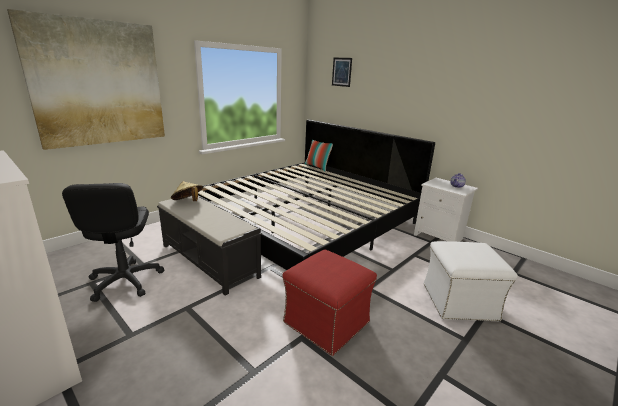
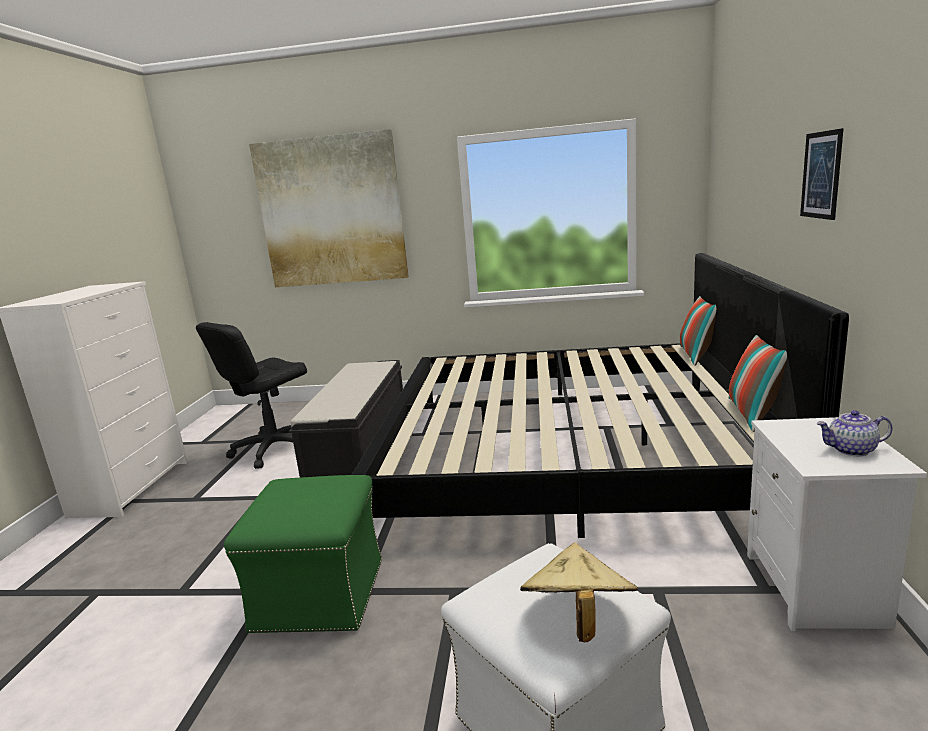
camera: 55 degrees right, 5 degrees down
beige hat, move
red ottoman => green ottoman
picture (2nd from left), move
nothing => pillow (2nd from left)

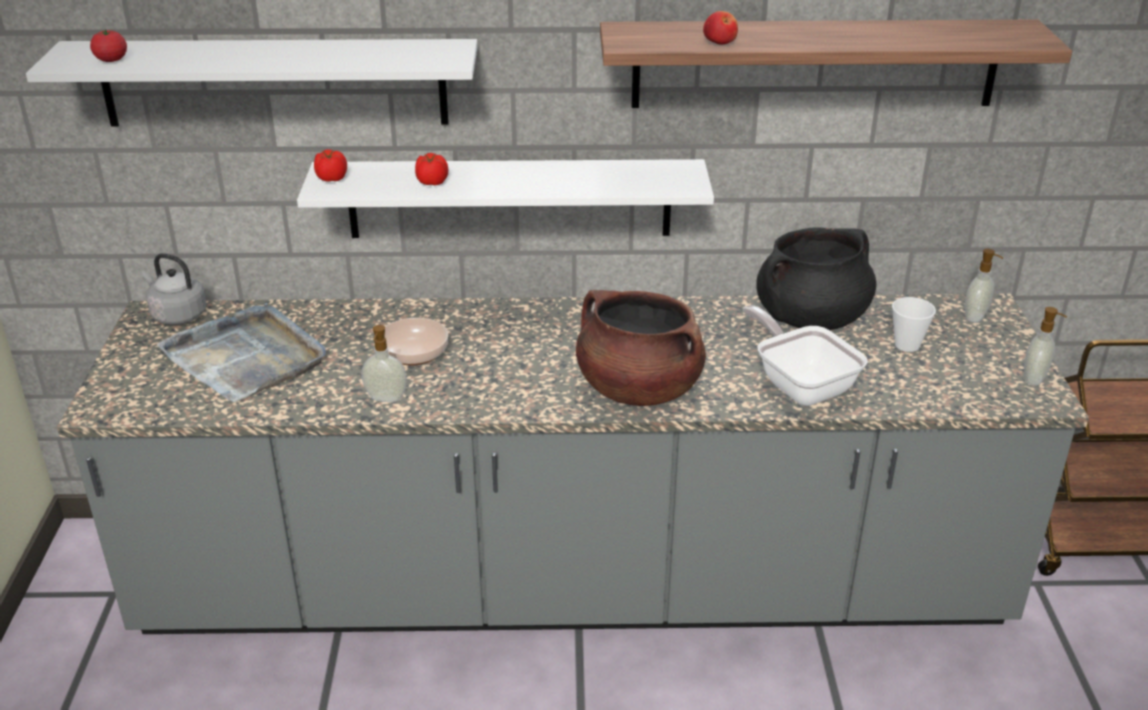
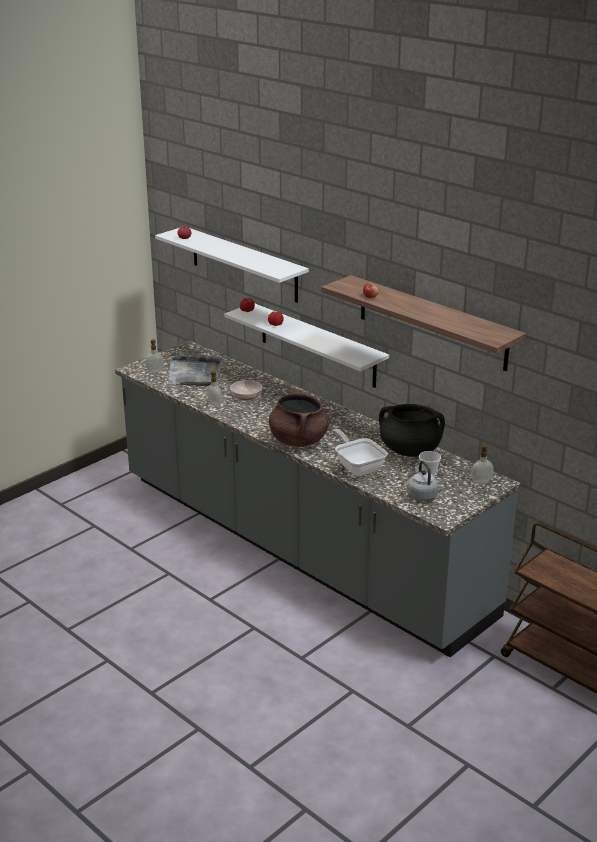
camera: 45 degrees right, 5 degrees down
grey kettle, move
frying pan, 45 degrees counterclockwise
soap dispenser (3rd from left in the first image) => soap dispenser (1st from left), move

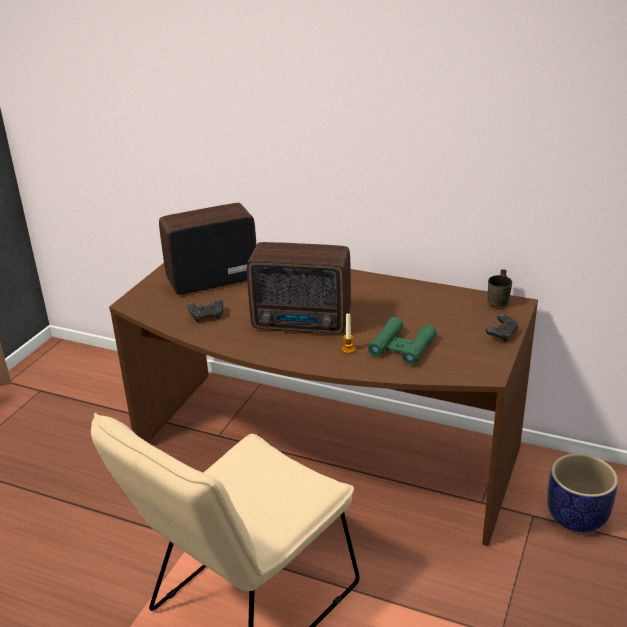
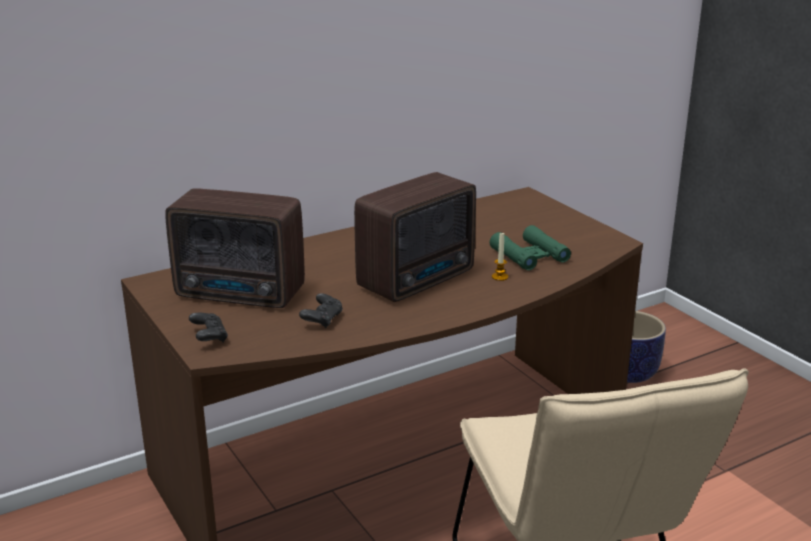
camera: 55 degrees left, 5 degrees down
radio (1st from left), 90 degrees counterclockwise
black game controller (2nd from left in the first image) => black game controller (1st from left), move
grey mug => nothing

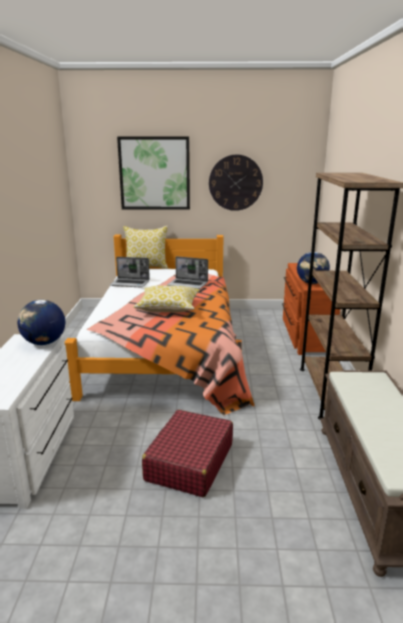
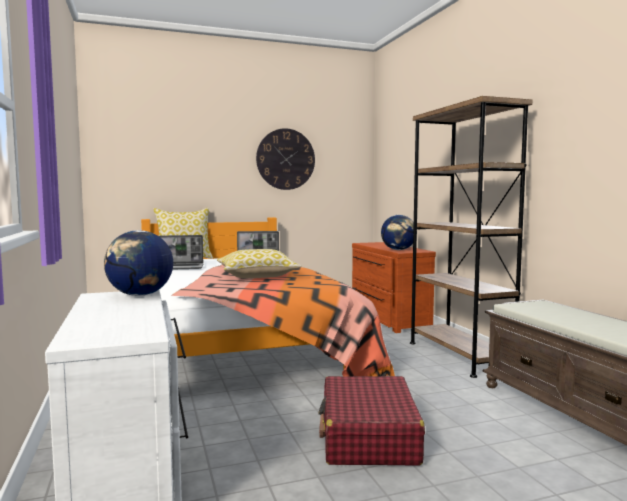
camera: 20 degrees left, 15 degrees down
picture => nothing

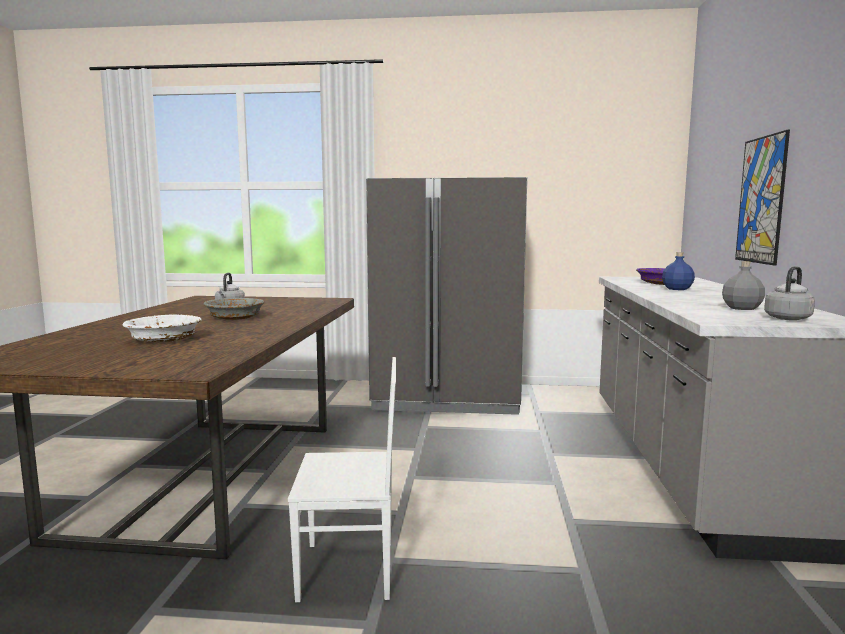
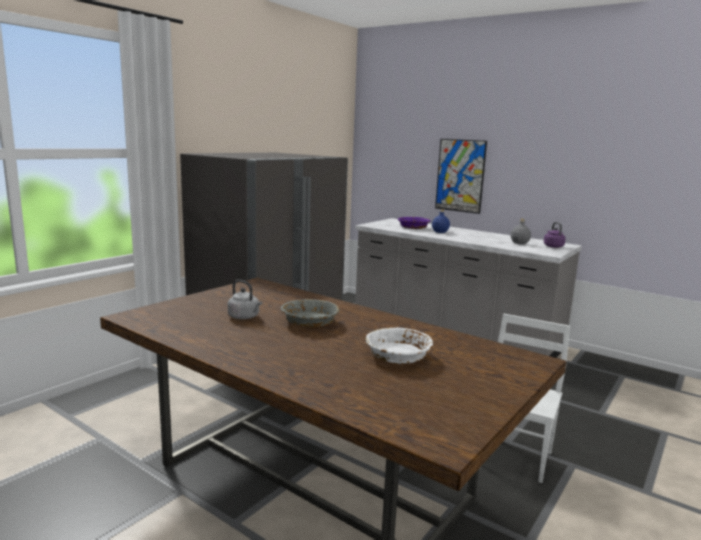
camera: 60 degrees left, 5 degrees up
grey kettle (2nd from left) => purple kettle

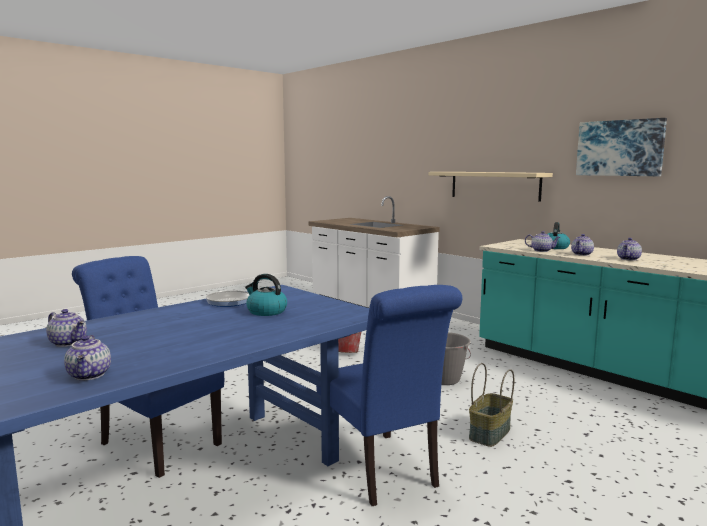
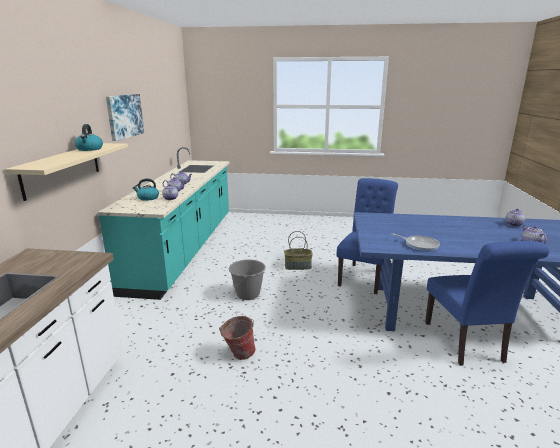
camera: 130 degrees left, 10 degrees up
kettle (1st from left), move

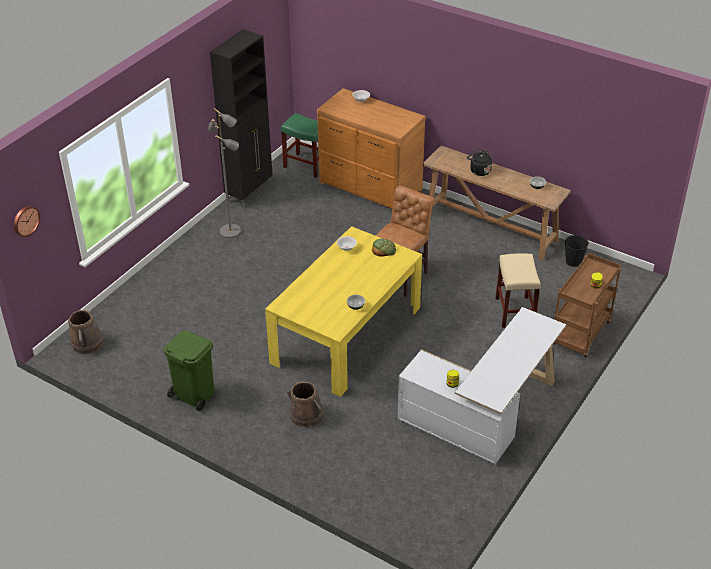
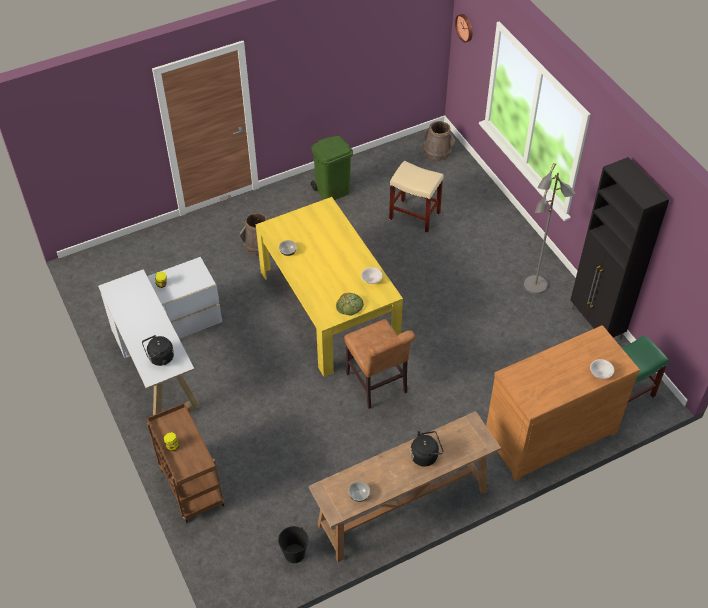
camera: 120 degrees right, 10 degrees up
beige stool, move
nothing => black kettle (1st from left)

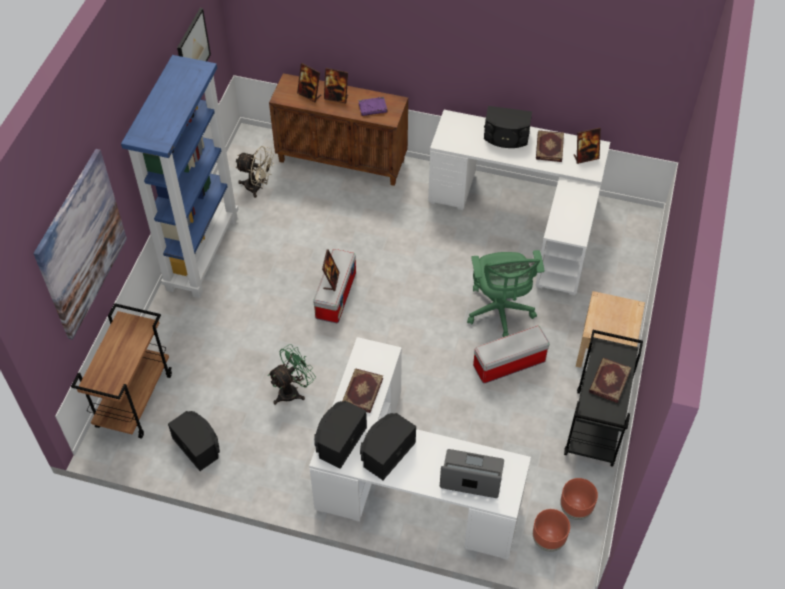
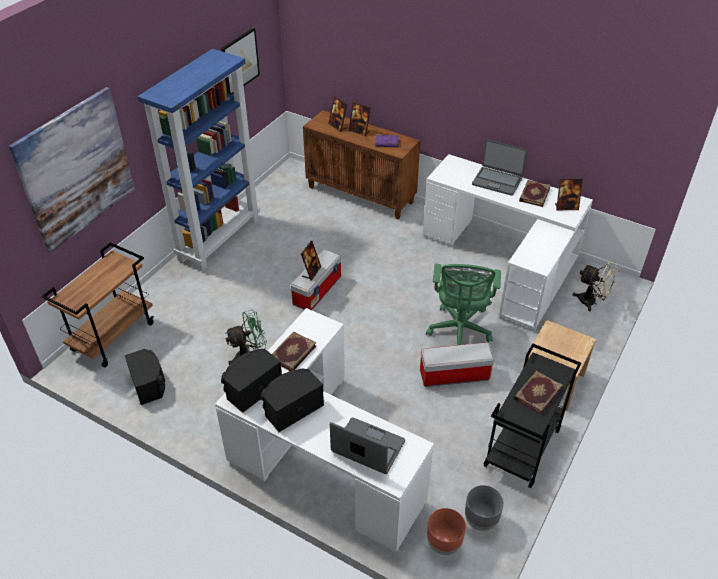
camera: 15 degrees right, 10 degrees down
beige fan, move
black speaker (4th from left) => laptop (2nd from left)
brown planter (2nd from left) => grey planter

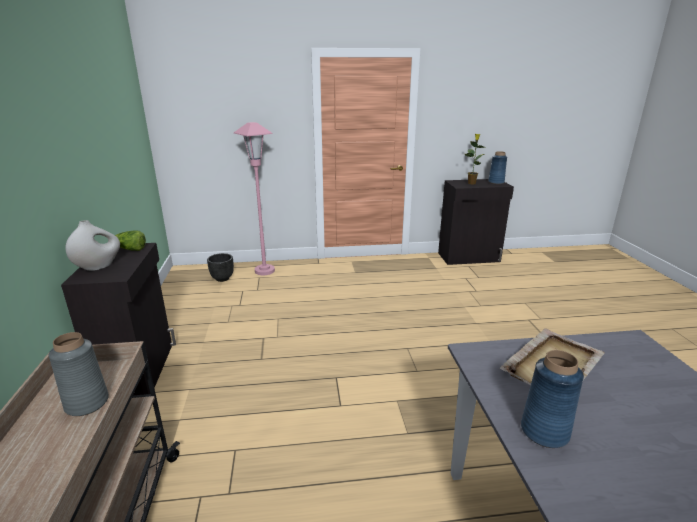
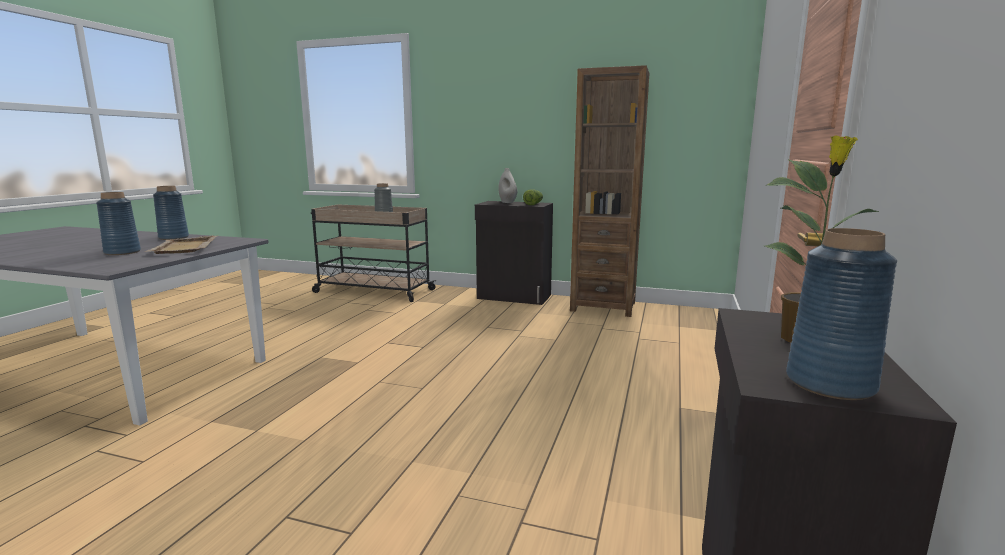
camera: 115 degrees right, 10 degrees down
black planter => nothing
pink floor lamp => nothing
nothing => blue vase (1st from left)
nothing => brown bookcase

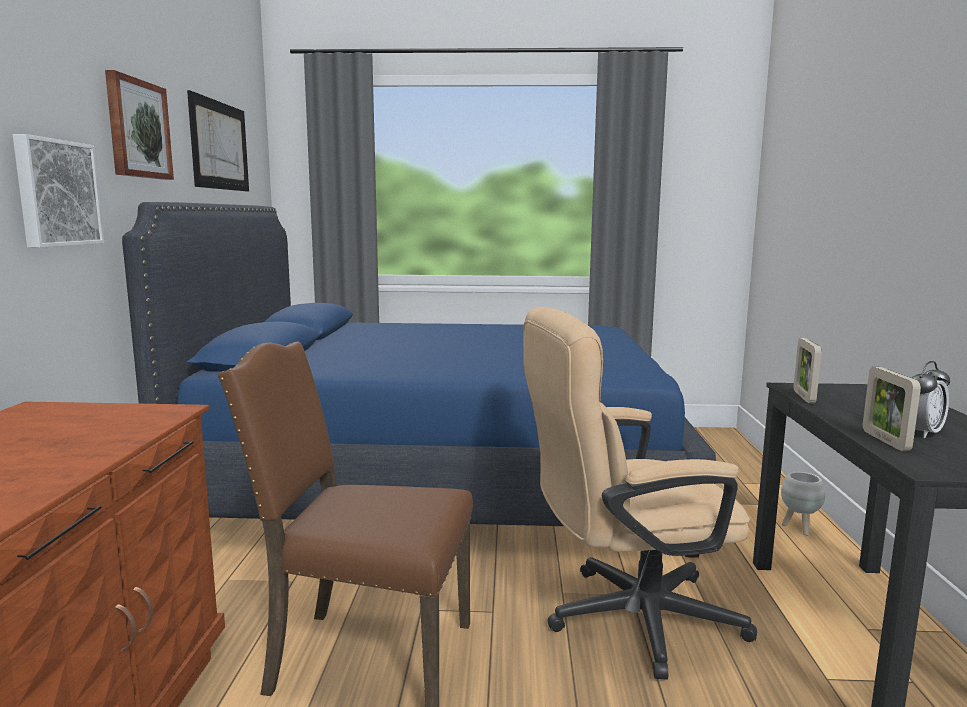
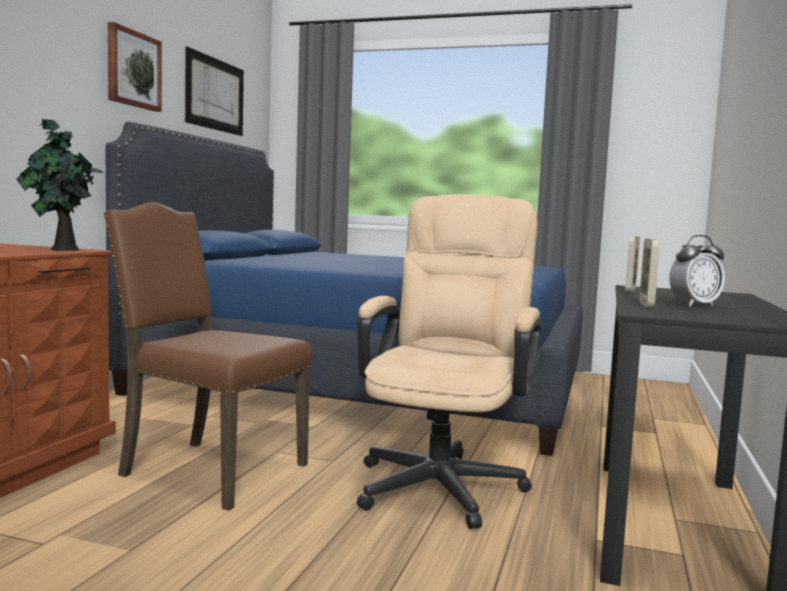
camera: 15 degrees right, 5 degrees down
picture (1st from left) => nothing
beige office chair, 105 degrees clockwise
white planter => nothing
nothing => potted plant

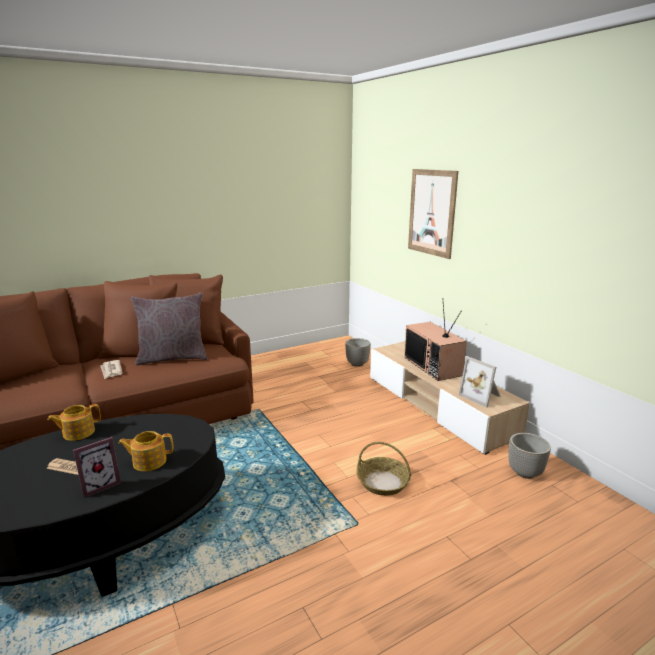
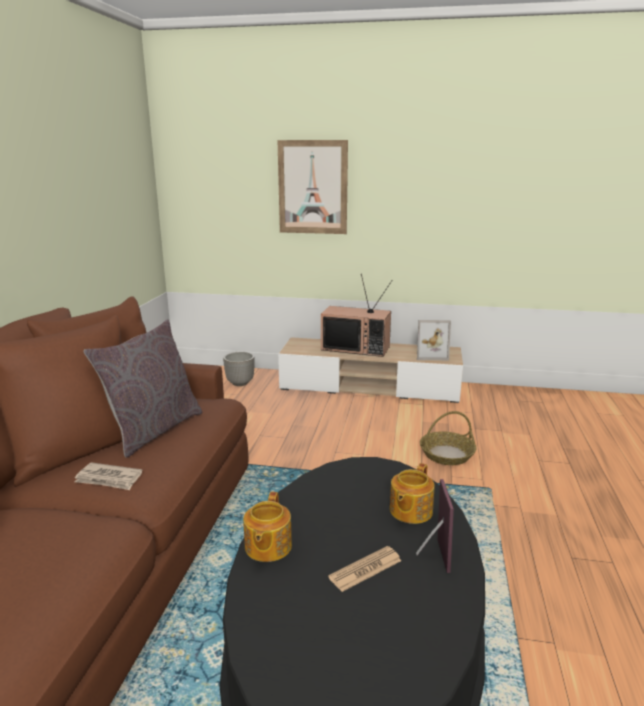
camera: 50 degrees left, 0 degrees up
planter (2nd from left) => nothing

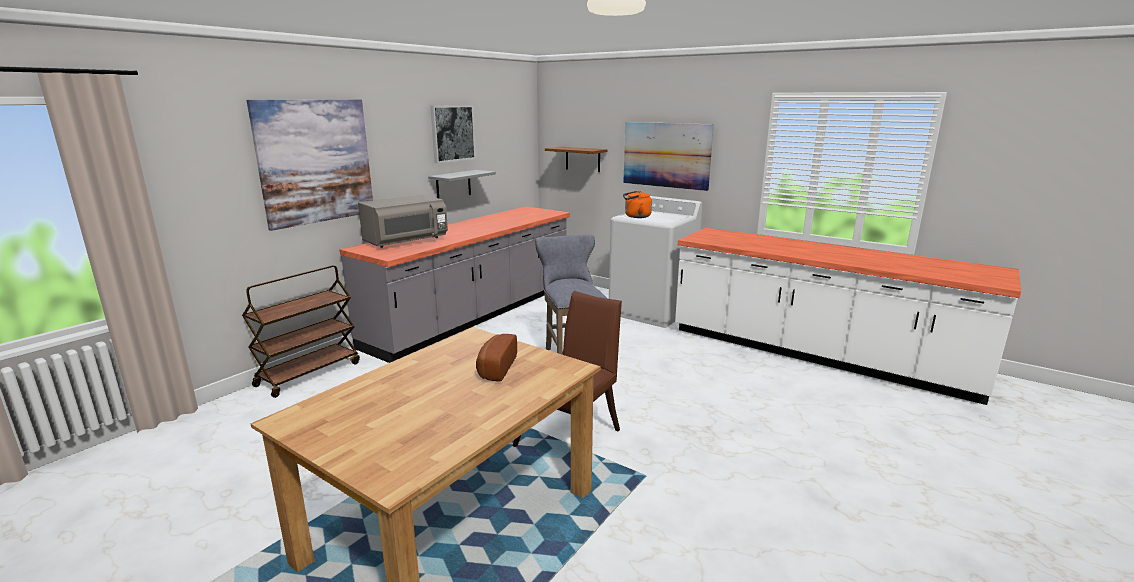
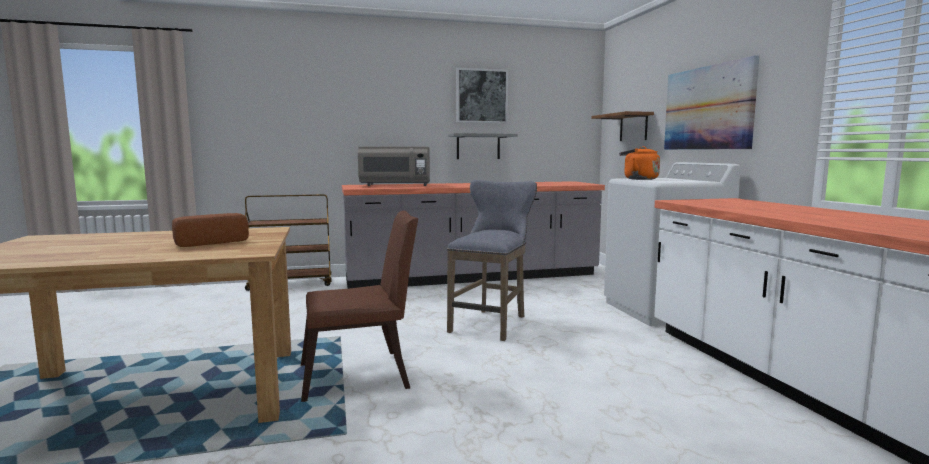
camera: 40 degrees right, 10 degrees down
picture (1st from left) => nothing

